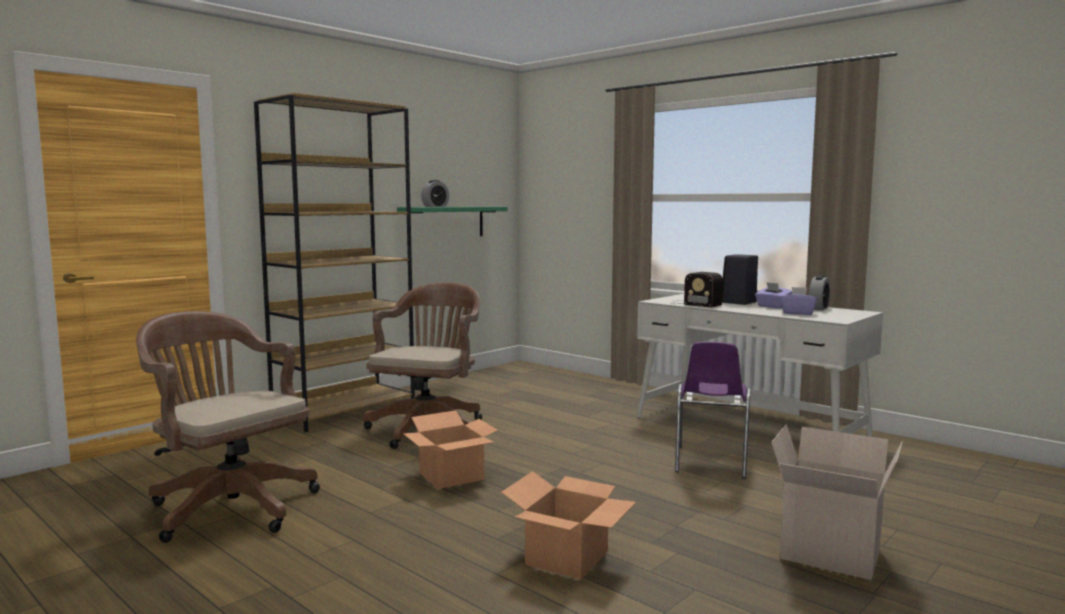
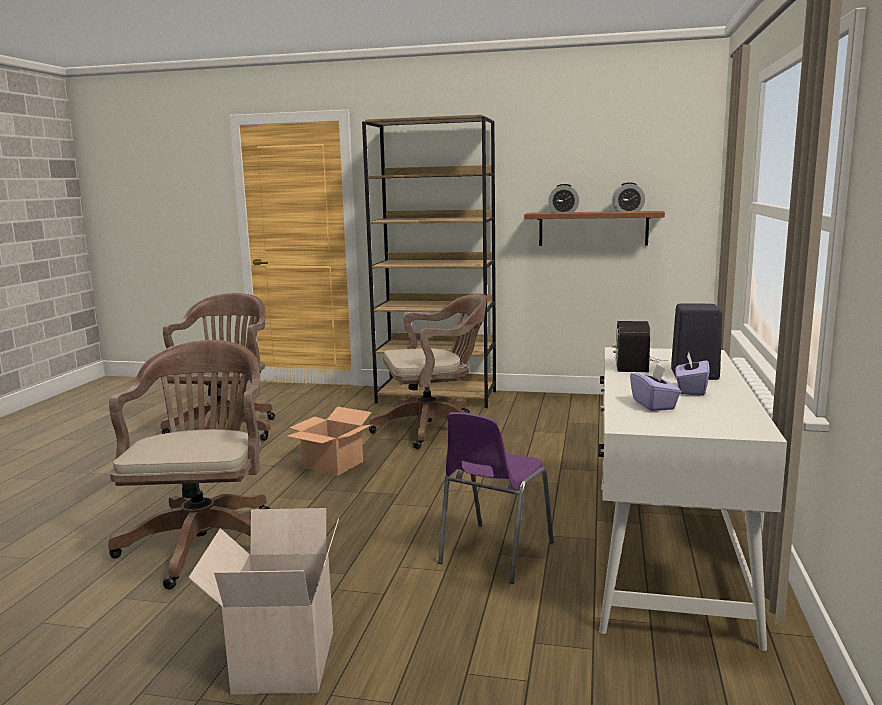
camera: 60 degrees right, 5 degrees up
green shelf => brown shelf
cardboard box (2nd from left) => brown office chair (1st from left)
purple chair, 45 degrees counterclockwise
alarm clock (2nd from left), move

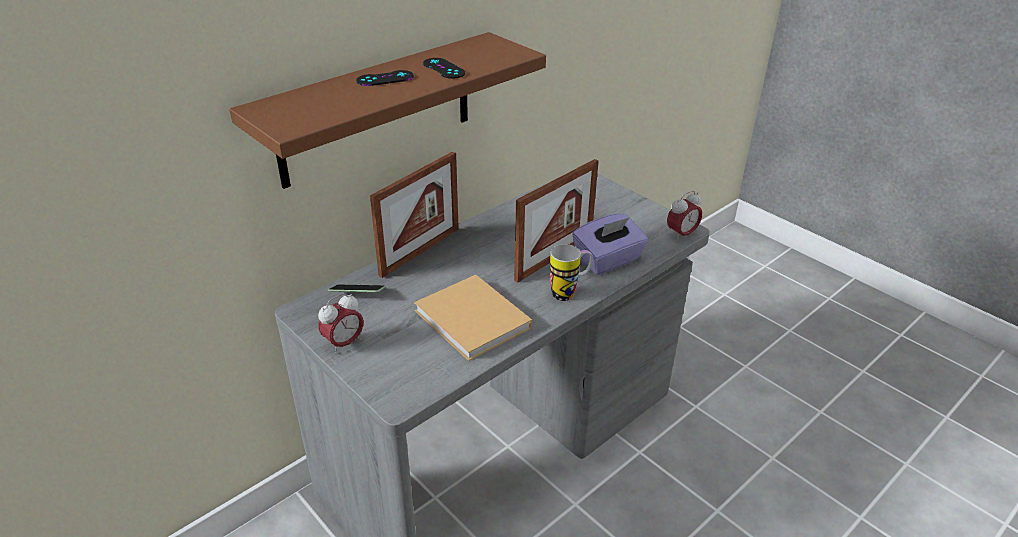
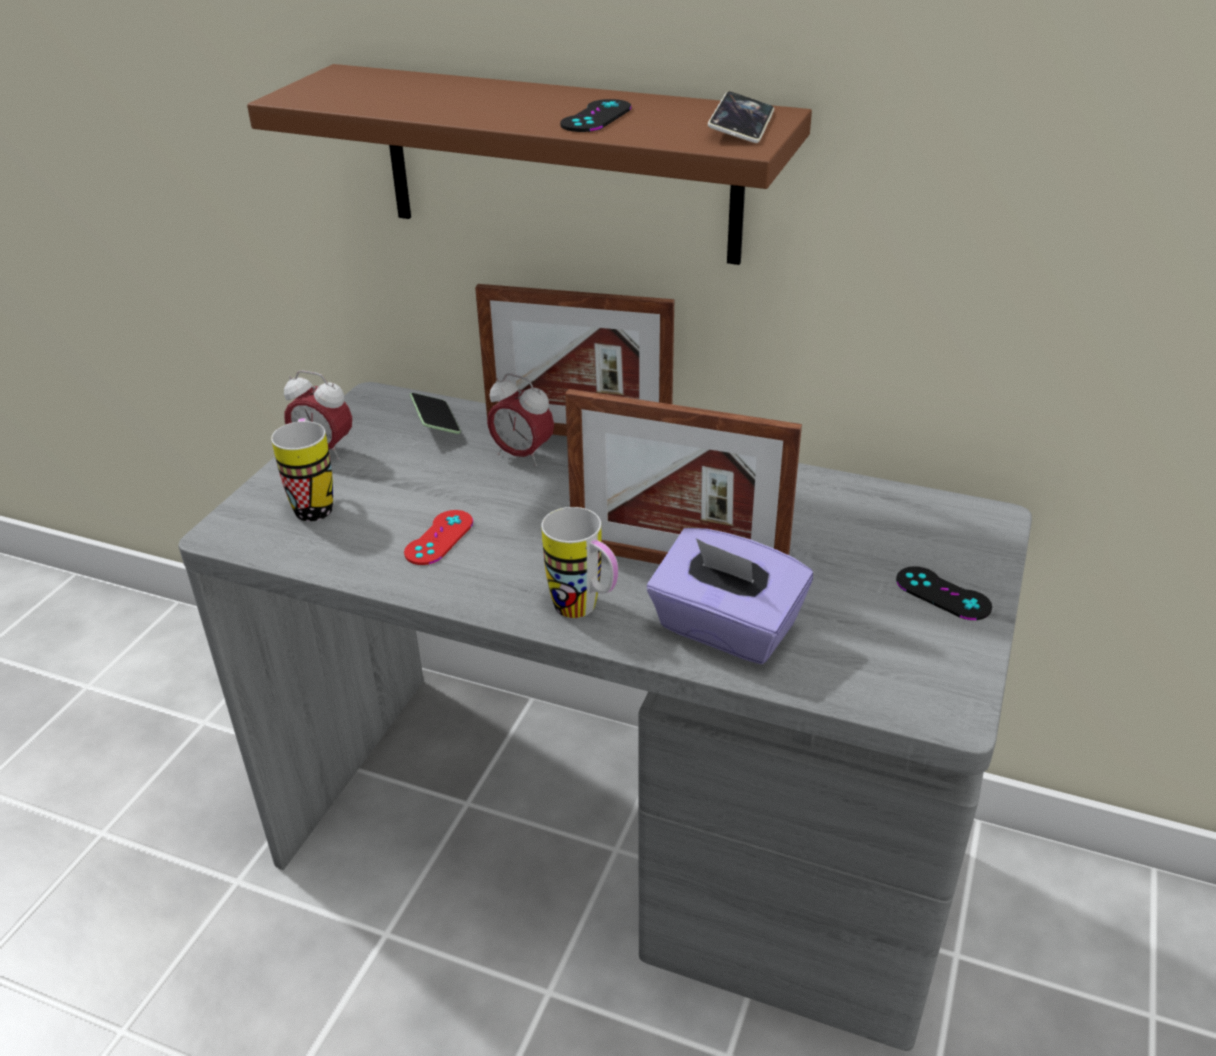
camera: 65 degrees right, 0 degrees up
black game controller (1st from left in the first image) => black game controller (2nd from left), move
beige book => red game controller
alarm clock (2nd from left), move
nothing => mug (1st from left)
nothing => phone (2nd from left)

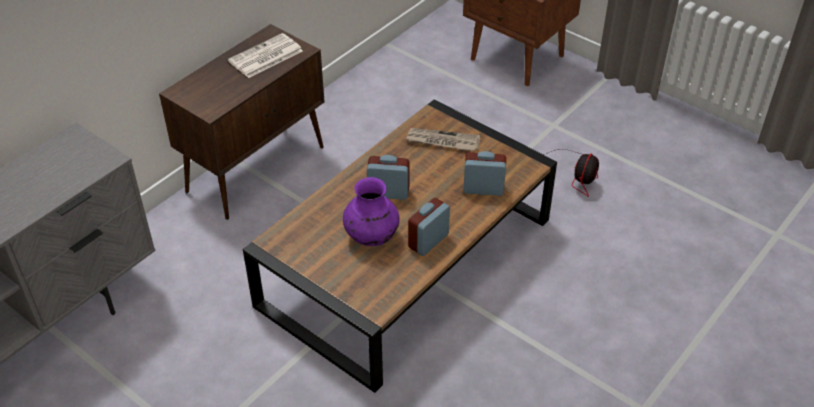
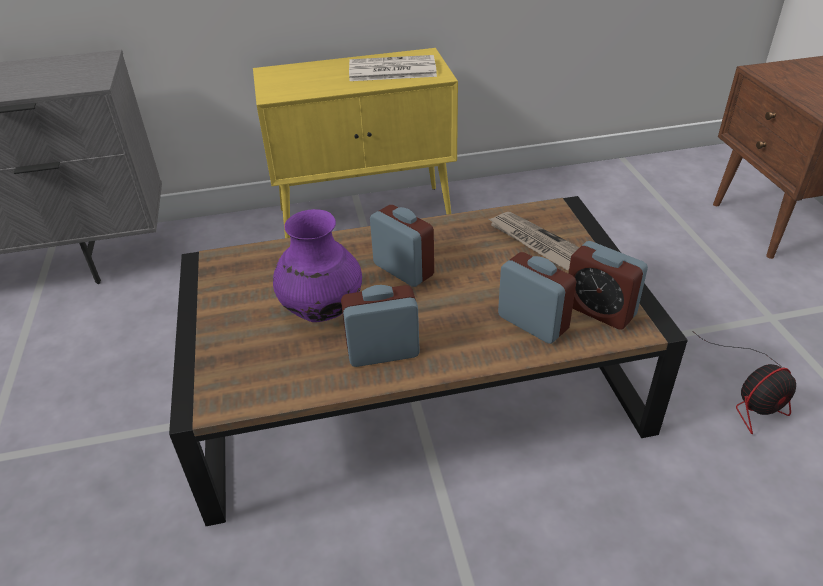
camera: 40 degrees right, 5 degrees down
brown cabinet => yellow cabinet
nothing => alarm clock (4th from left)

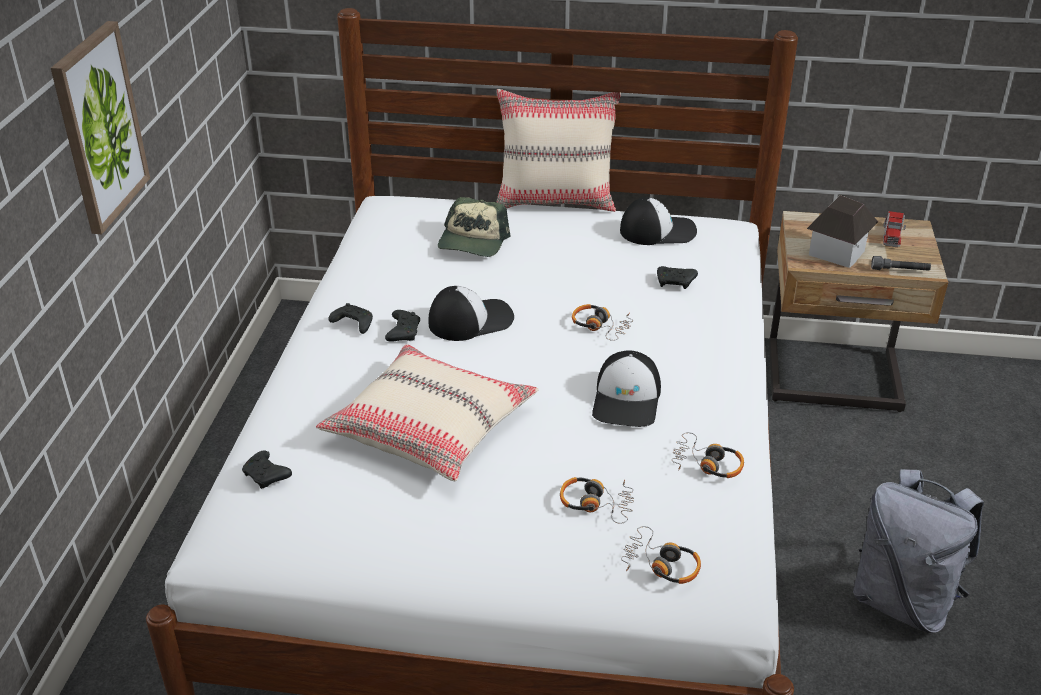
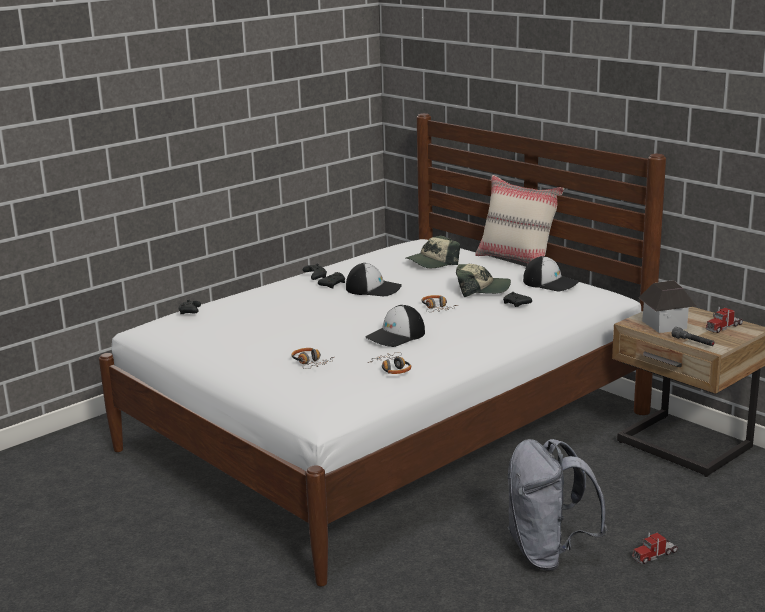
camera: 40 degrees right, 15 degrees down
picture => nothing
beige pillow (1st from left) => nothing
headphones (3rd from left) => nothing
nothing => cap (4th from left)
nothing => toy truck (1st from left)

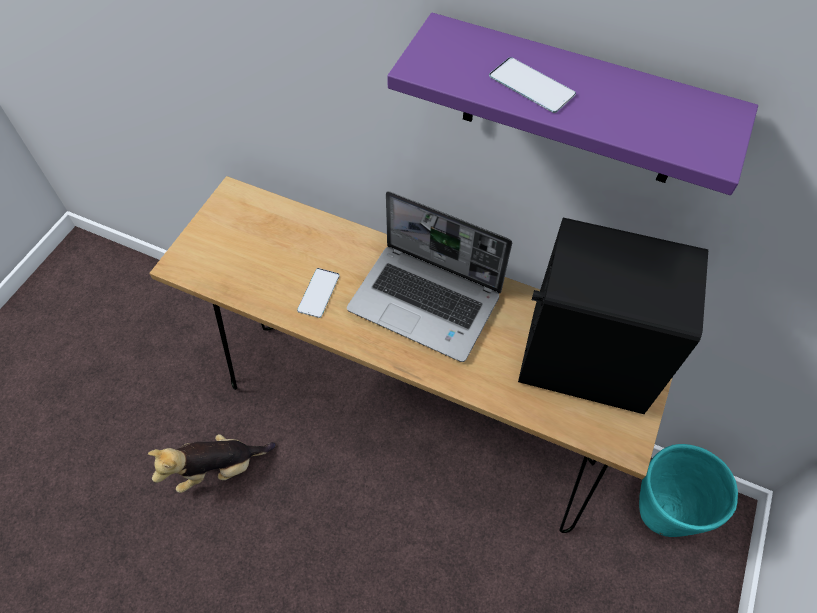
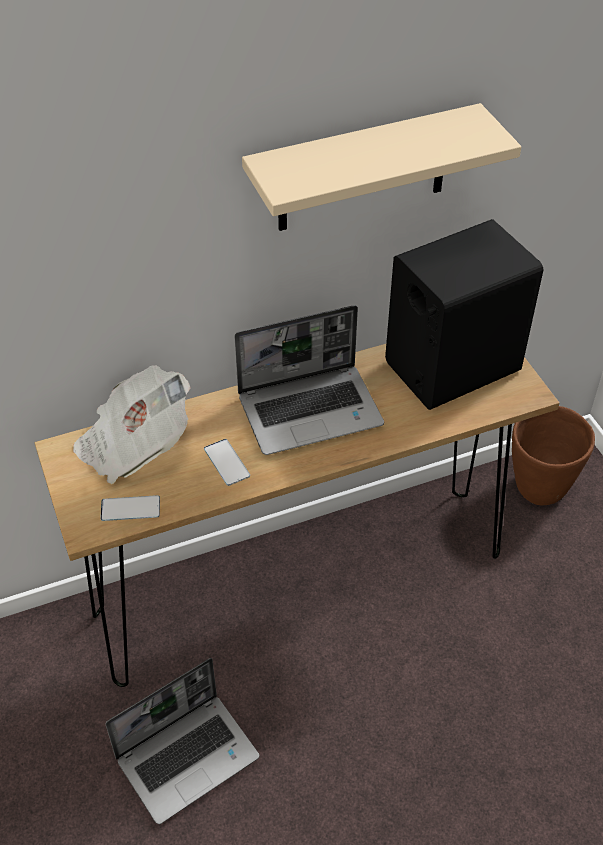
camera: 45 degrees left, 10 degrees down
plush toy => laptop (1st from left)
purple shelf => beige shelf
phone (2nd from left in the first image) => phone (1st from left), move
turquoise planter => brown planter
nothing => newspaper

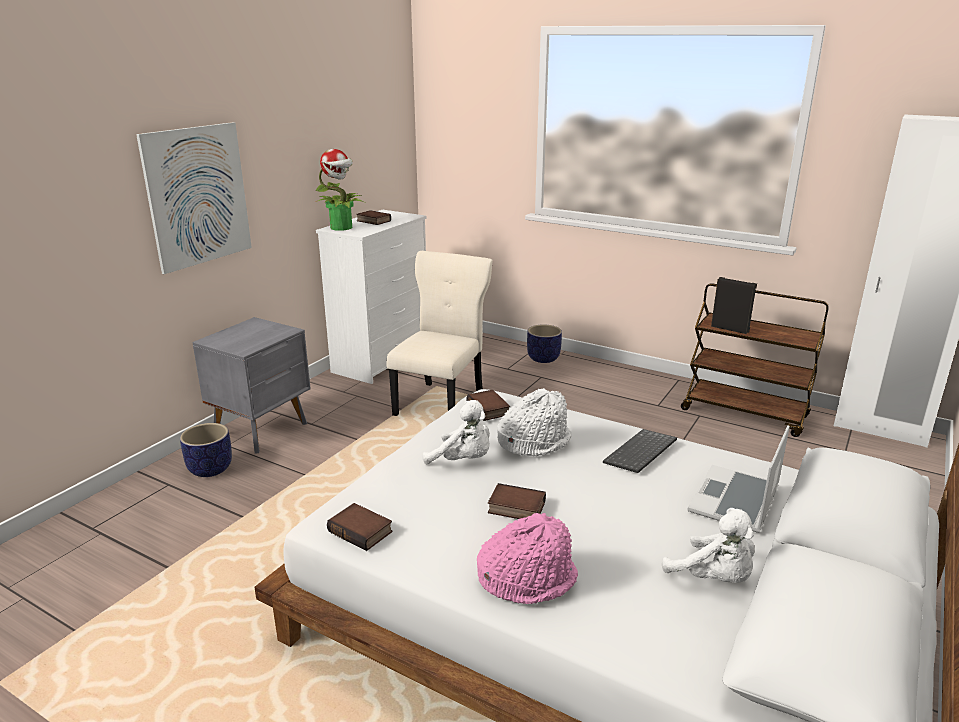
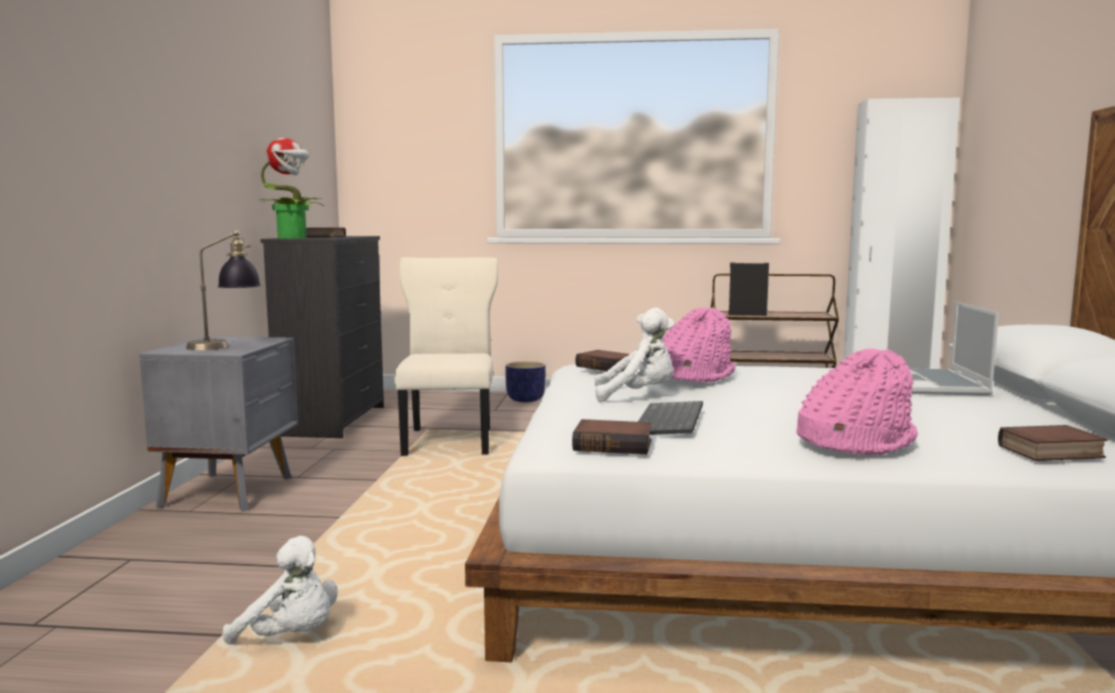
camera: 25 degrees left, 15 degrees down
picture => nothing
planter (1st from left) => nothing
white dresser => black dresser
book (4th from left), move
white hat => pink hat (1st from left)
keyboard, move
white plush toy (2nd from left in the first image) => white plush toy (1st from left), move
nothing => table lamp

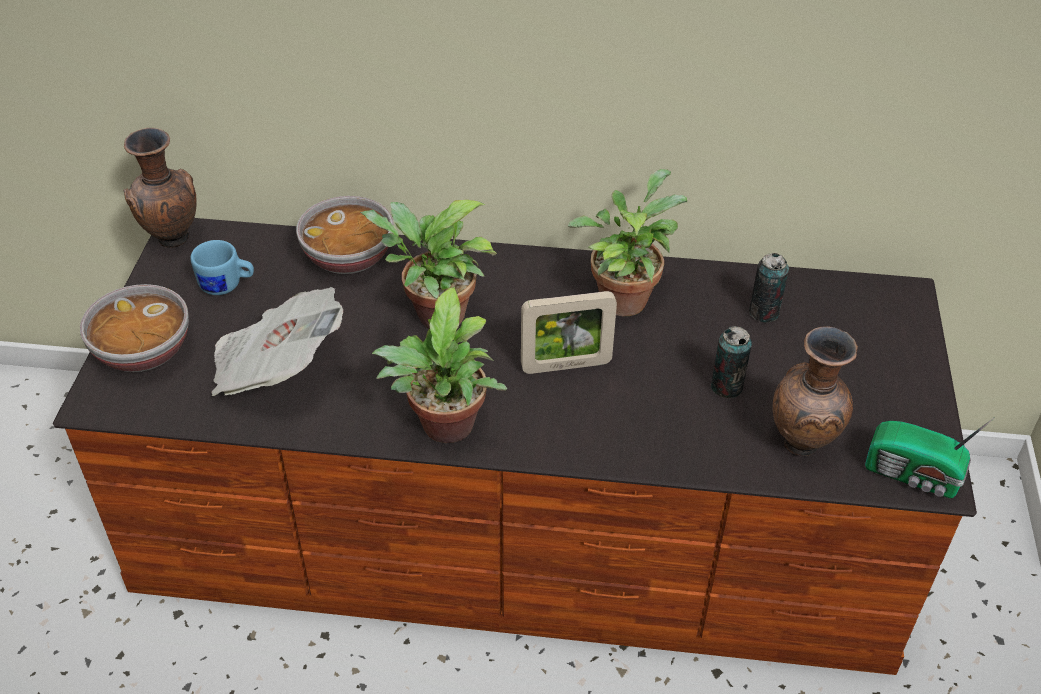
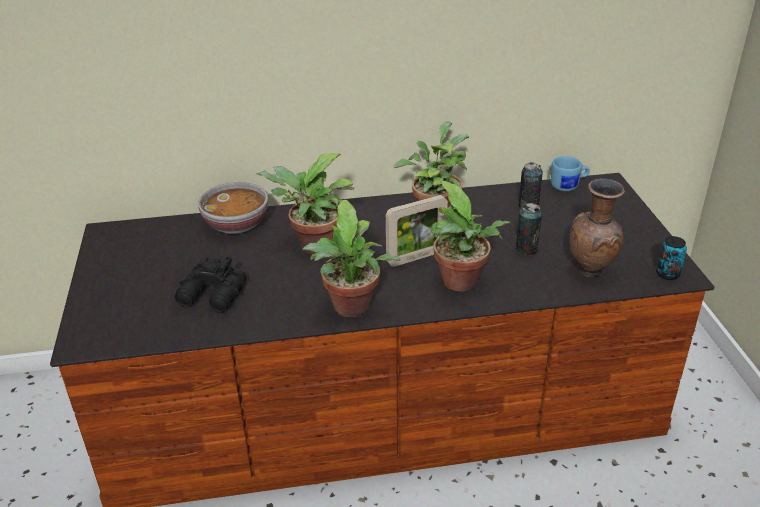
camera: 15 degrees left, 10 degrees down
bowl (1st from left) => nothing
brown vase (1st from left) => nothing
blue mug, move
newspaper => black binoculars
radio => can (3rd from left)
nothing => potted plant (4th from left)

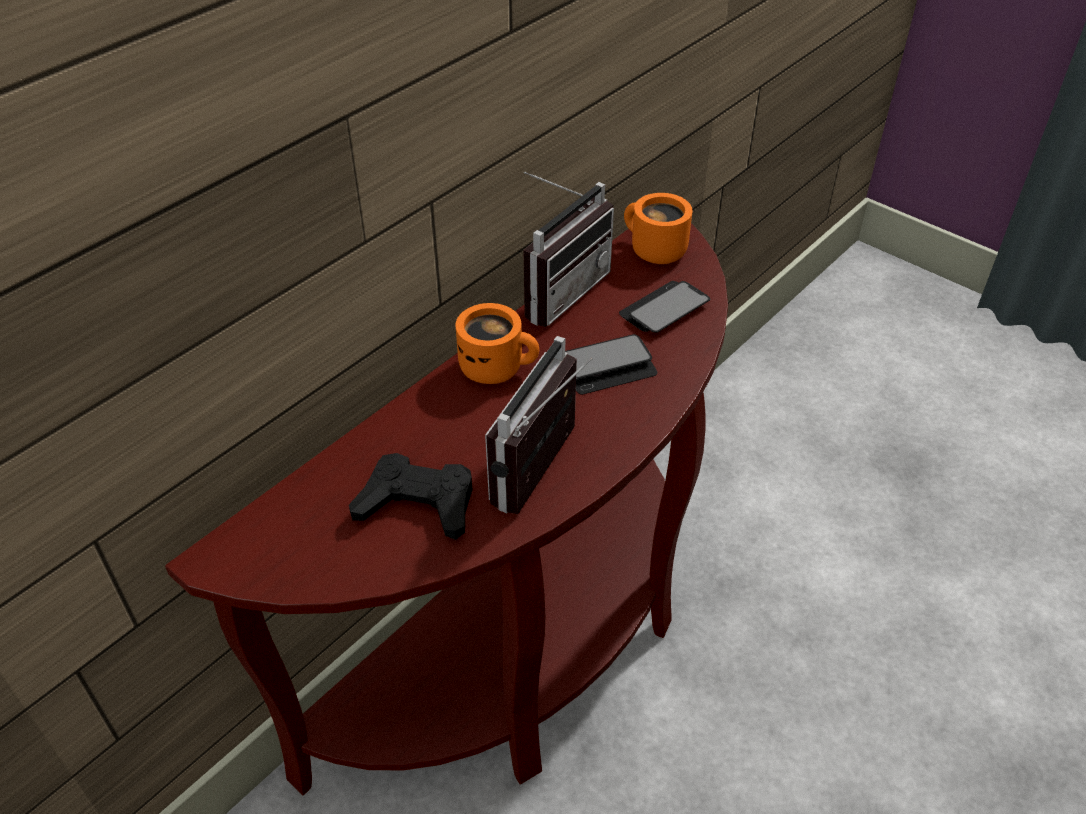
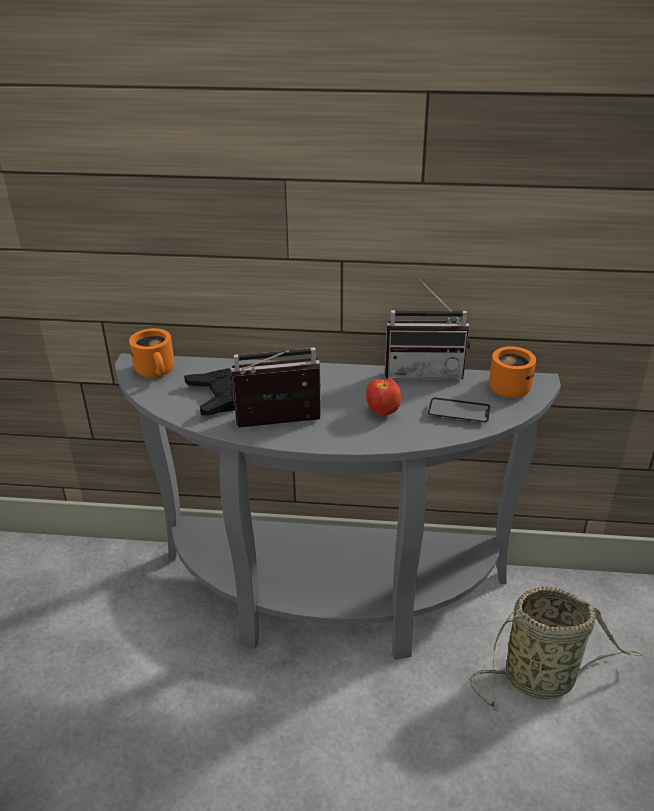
camera: 55 degrees right, 10 degrees down
brown console table => grey console table
orange mug (1st from left), move
phone (1st from left) => apple
nothing => basket

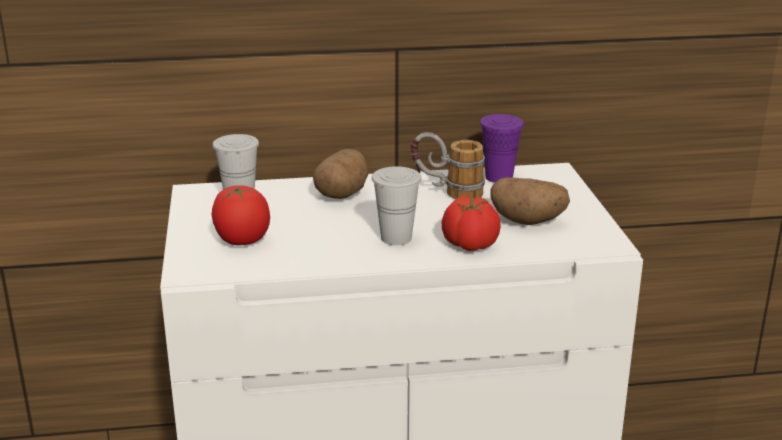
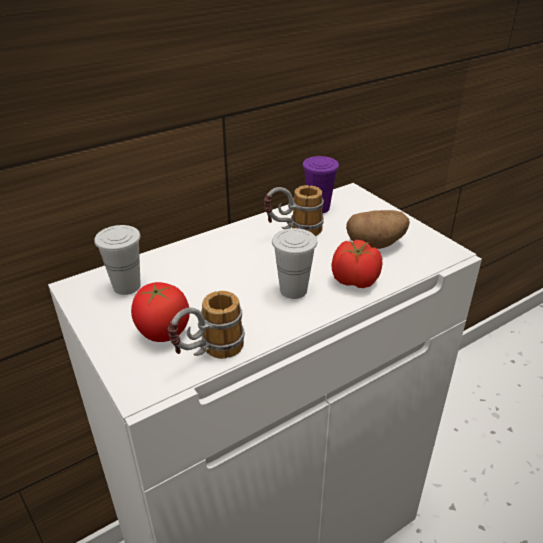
camera: 25 degrees left, 10 degrees up
potato (1st from left) => nothing
nothing => mug (1st from left)

